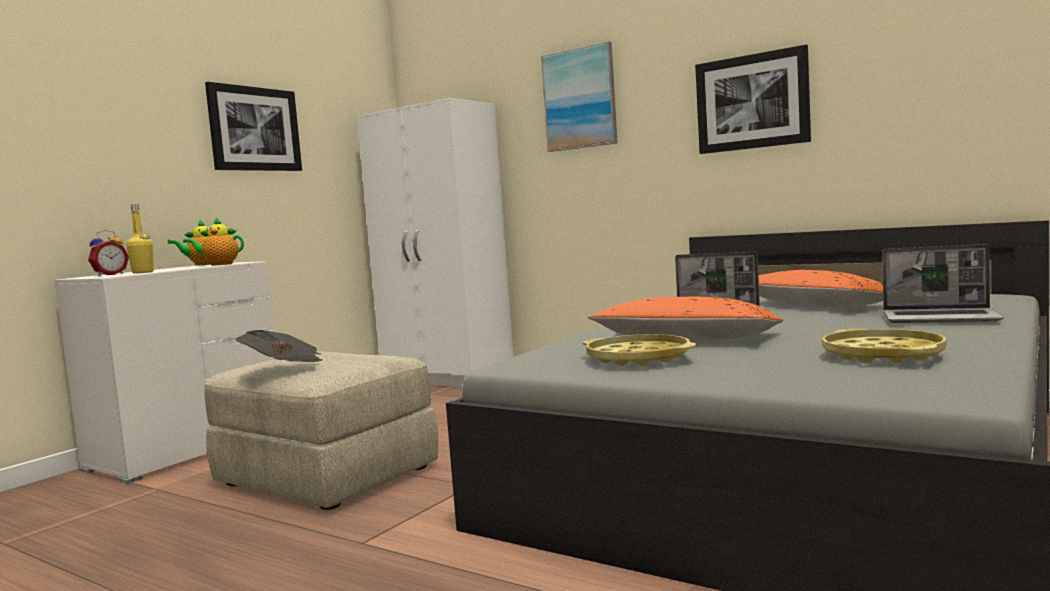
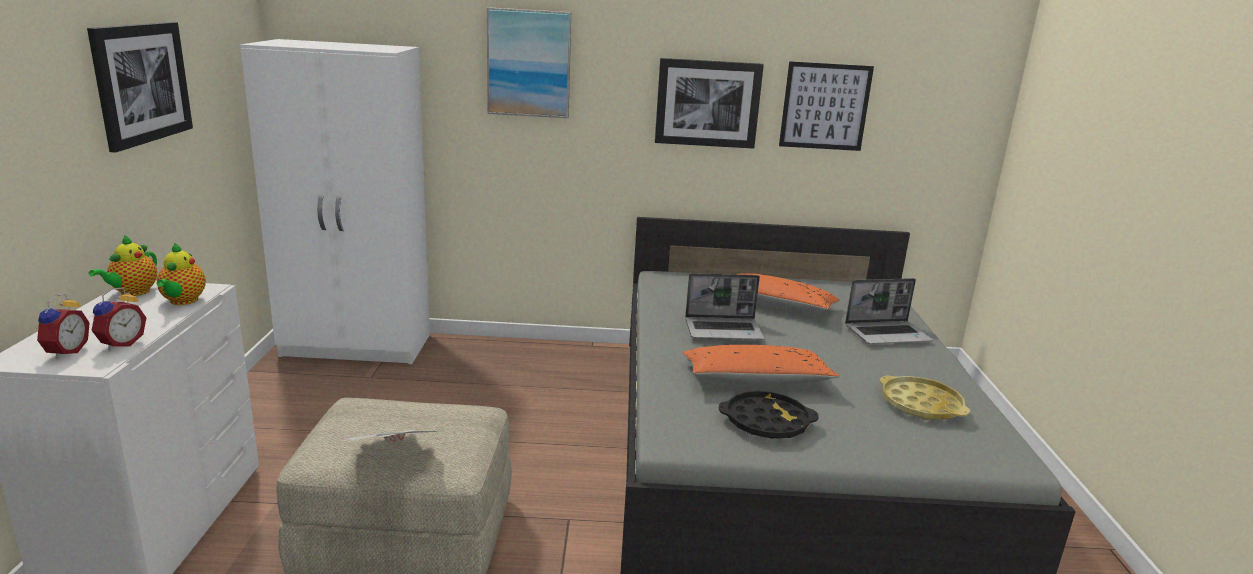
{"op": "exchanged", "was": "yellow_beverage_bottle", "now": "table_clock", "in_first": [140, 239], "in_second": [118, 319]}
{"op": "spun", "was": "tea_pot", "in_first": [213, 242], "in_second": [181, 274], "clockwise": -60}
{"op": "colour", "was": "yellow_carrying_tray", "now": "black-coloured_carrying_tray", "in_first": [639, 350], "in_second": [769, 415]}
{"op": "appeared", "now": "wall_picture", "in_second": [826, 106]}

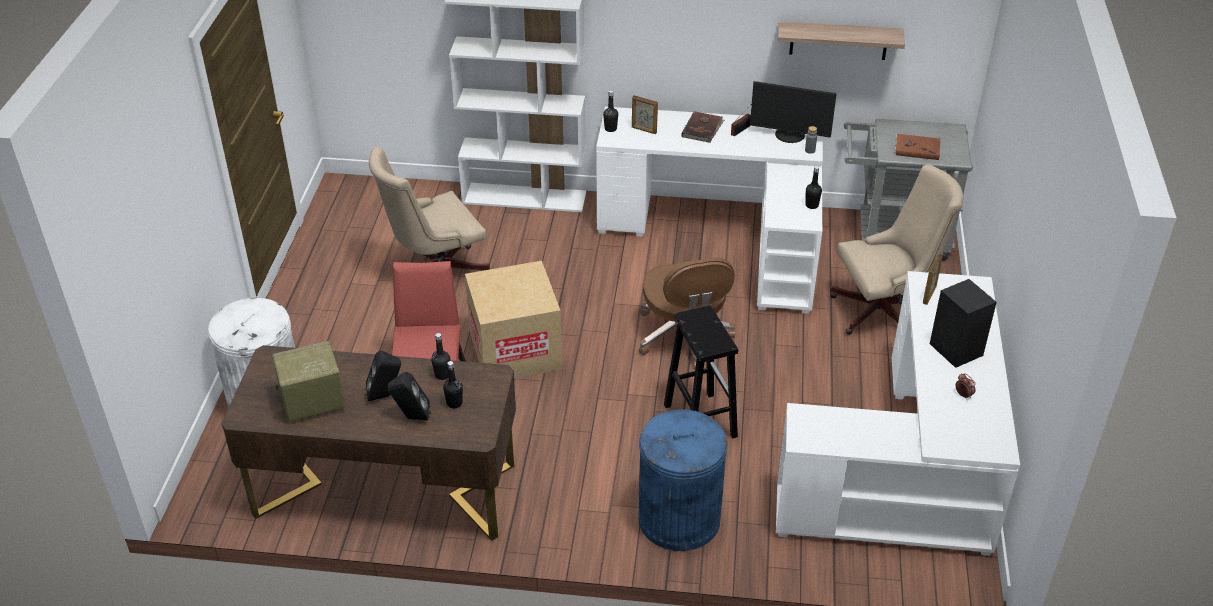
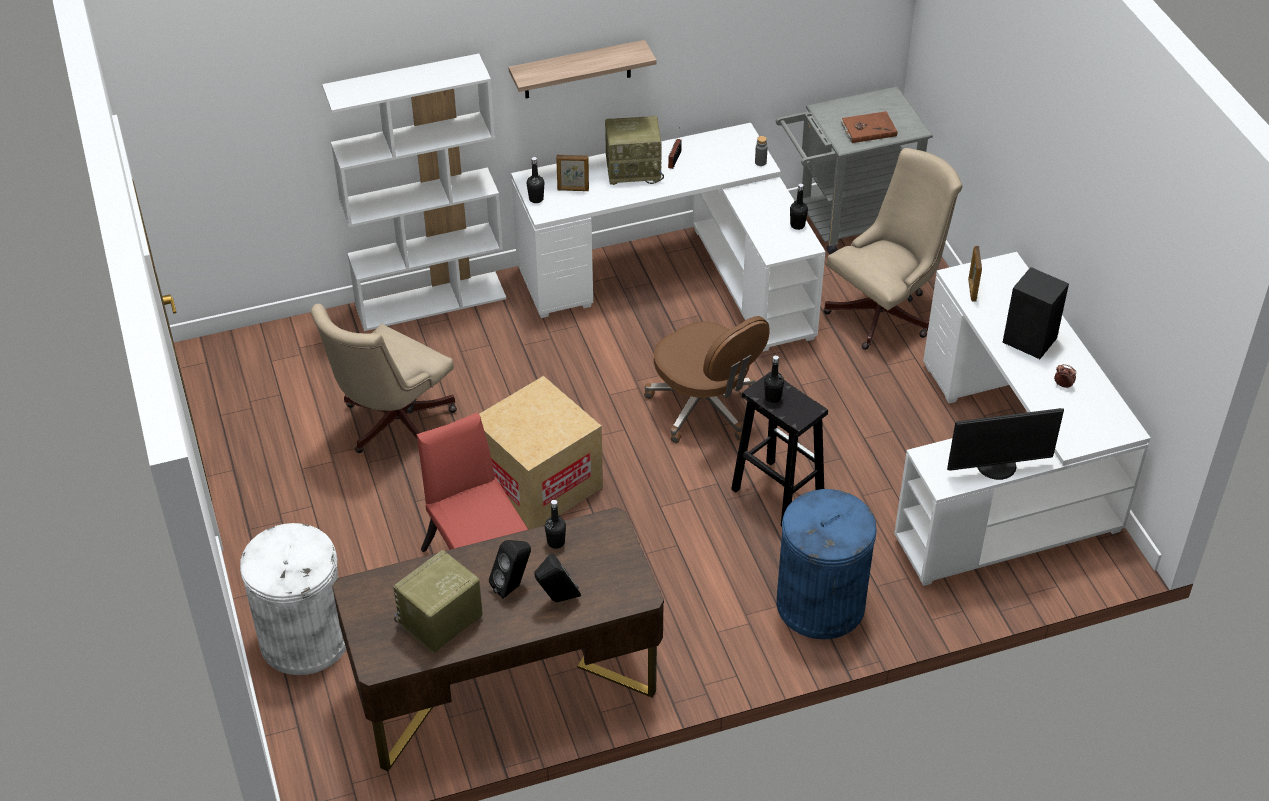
{"op": "relocated", "was": "bracket_shelf", "in_first": [841, 40], "in_second": [582, 69]}
{"op": "exchanged", "was": "brown-coloured_volume", "now": "radio", "in_first": [702, 127], "in_second": [634, 150]}
{"op": "relocated", "was": "black-coloured_beverage_bottle", "in_first": [453, 384], "in_second": [774, 379]}
{"op": "relocated", "was": "computer_display", "in_first": [793, 112], "in_second": [1005, 444]}

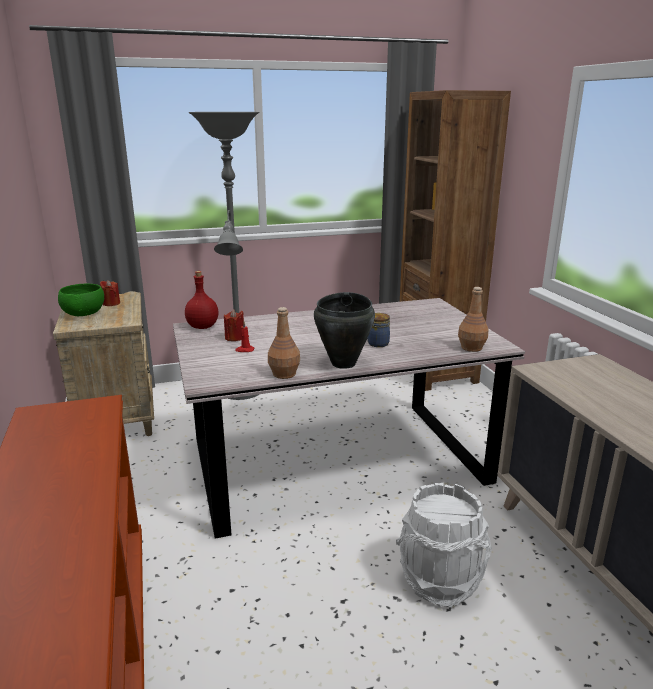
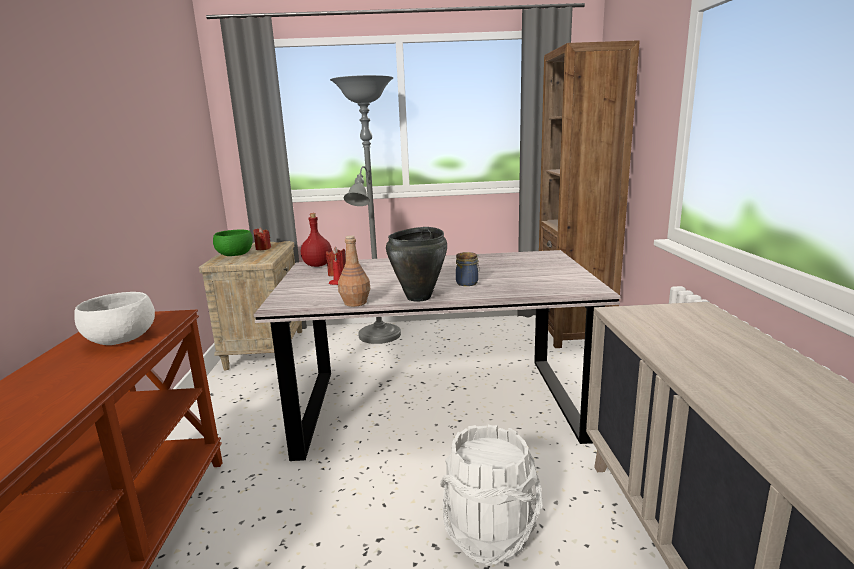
{"op": "appeared", "now": "white-coloured_deep_dish", "in_second": [114, 318]}
{"op": "missing", "was": "brown-coloured_beverage_bottle", "in_first": [473, 319]}

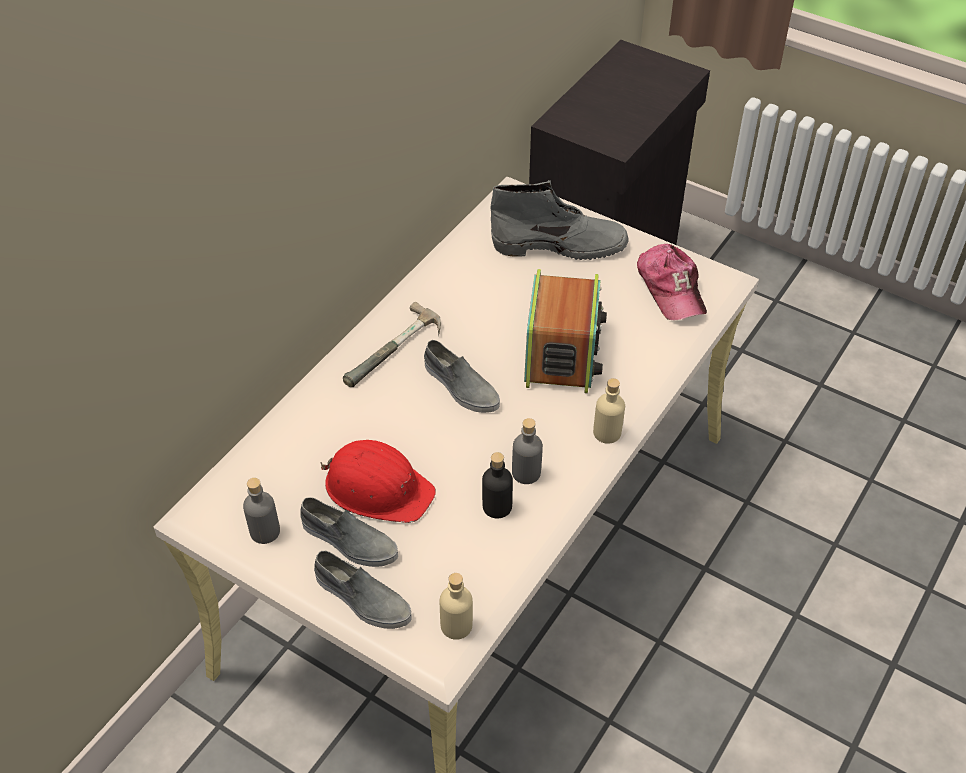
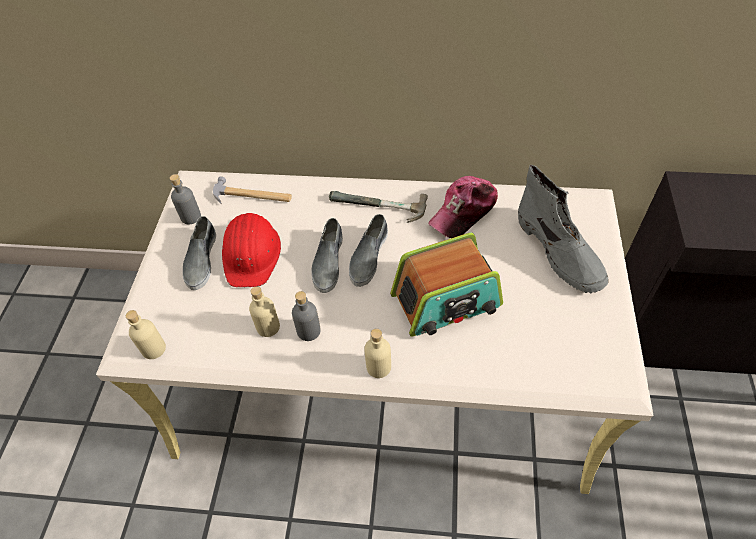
{"op": "appeared", "now": "hand_hammer", "in_second": [252, 190]}
{"op": "colour", "was": "black-coloured_beverage_bottle", "now": "sand-coloured_beverage_bottle", "in_first": [497, 485], "in_second": [264, 311]}
{"op": "relocated", "was": "greyish_shoe", "in_first": [363, 590], "in_second": [327, 255]}
{"op": "relocated", "was": "peaked_cap", "in_first": [672, 282], "in_second": [463, 207]}

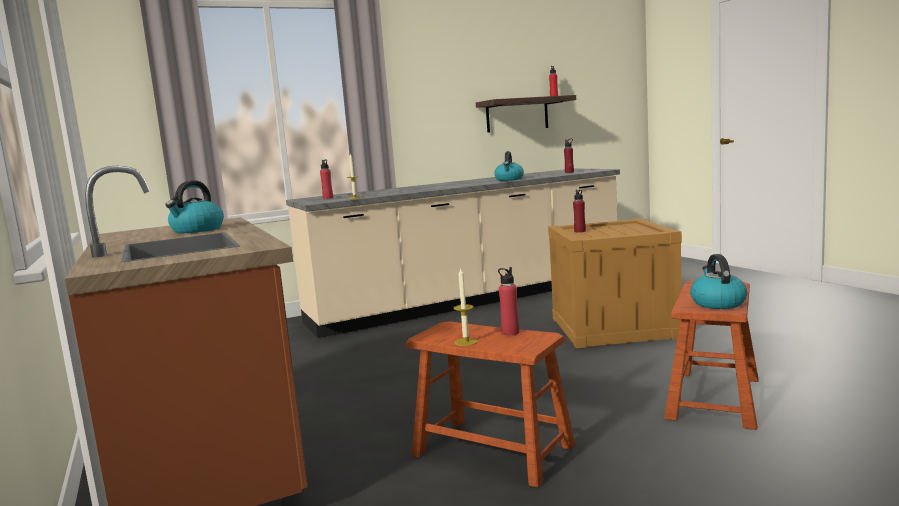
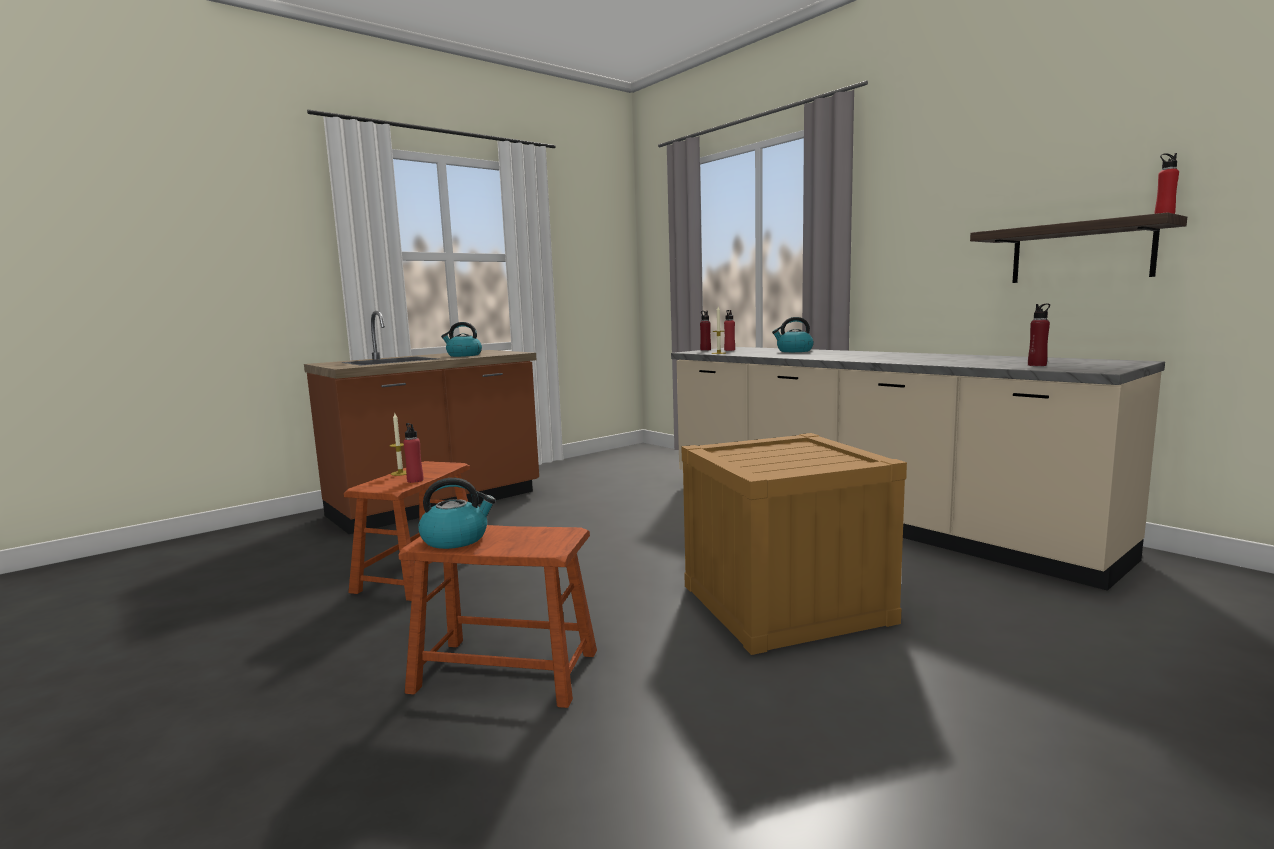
{"op": "relocated", "was": "red_beverage_bottle", "in_first": [579, 211], "in_second": [705, 331]}
{"op": "relocated", "was": "tea_kettle", "in_first": [509, 166], "in_second": [793, 334]}

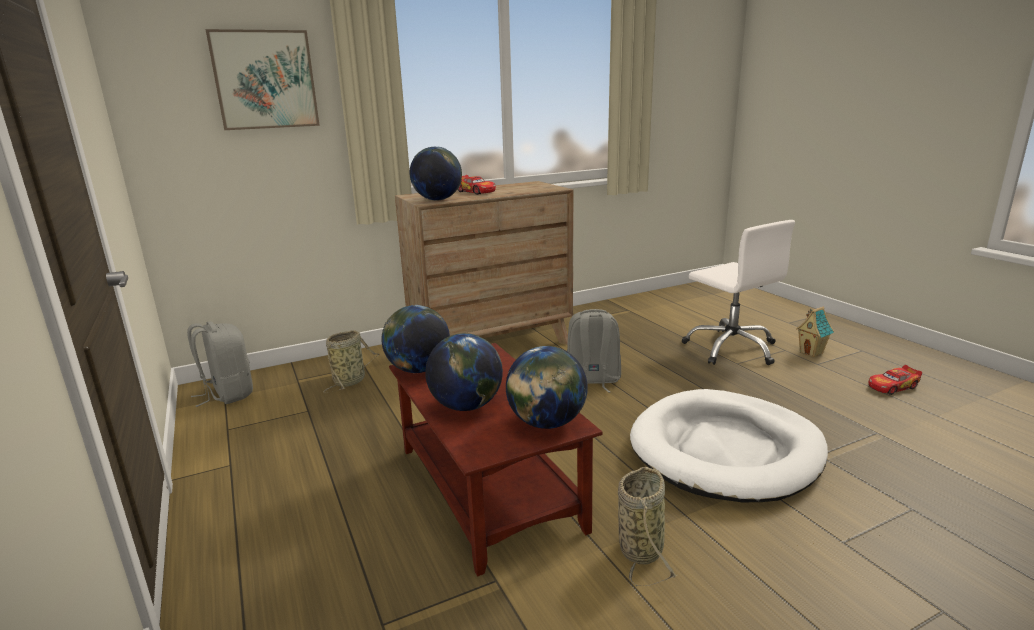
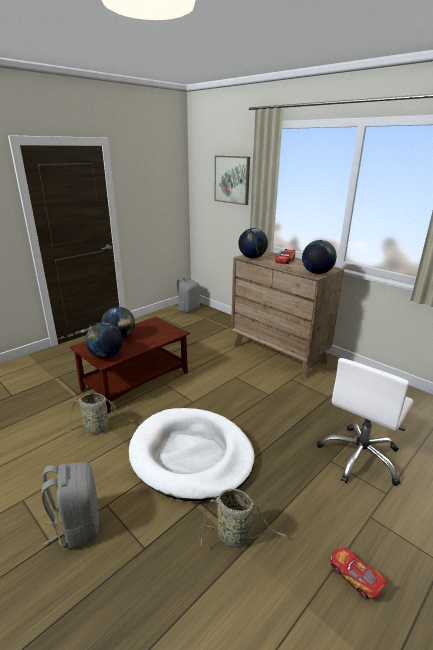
{"op": "relocated", "was": "greyish_rucksack", "in_first": [594, 351], "in_second": [70, 505]}
{"op": "relocated", "was": "household_basket", "in_first": [352, 361], "in_second": [242, 518]}
{"op": "relocated", "was": "world_globe", "in_first": [415, 339], "in_second": [319, 257]}
{"op": "missing", "was": "toy_house", "in_first": [815, 331]}

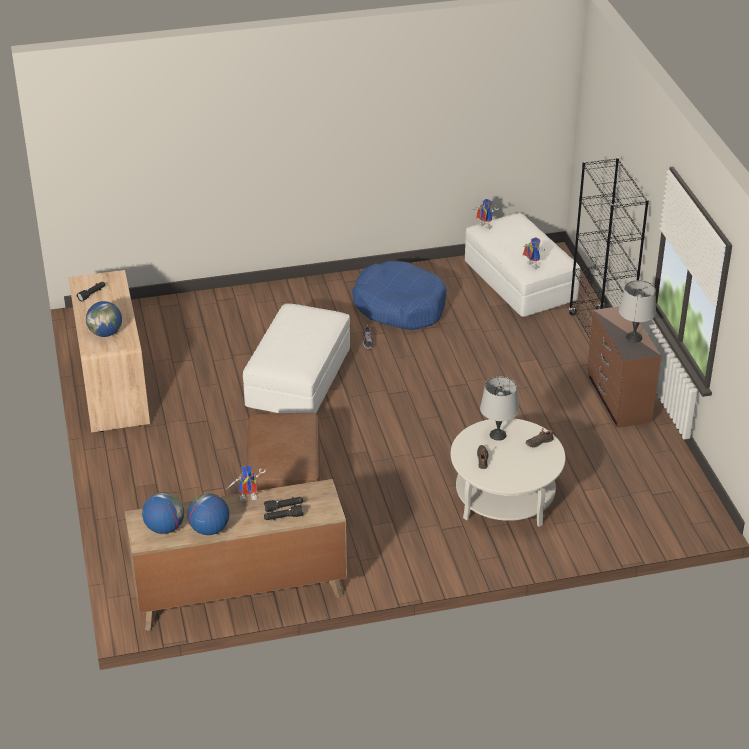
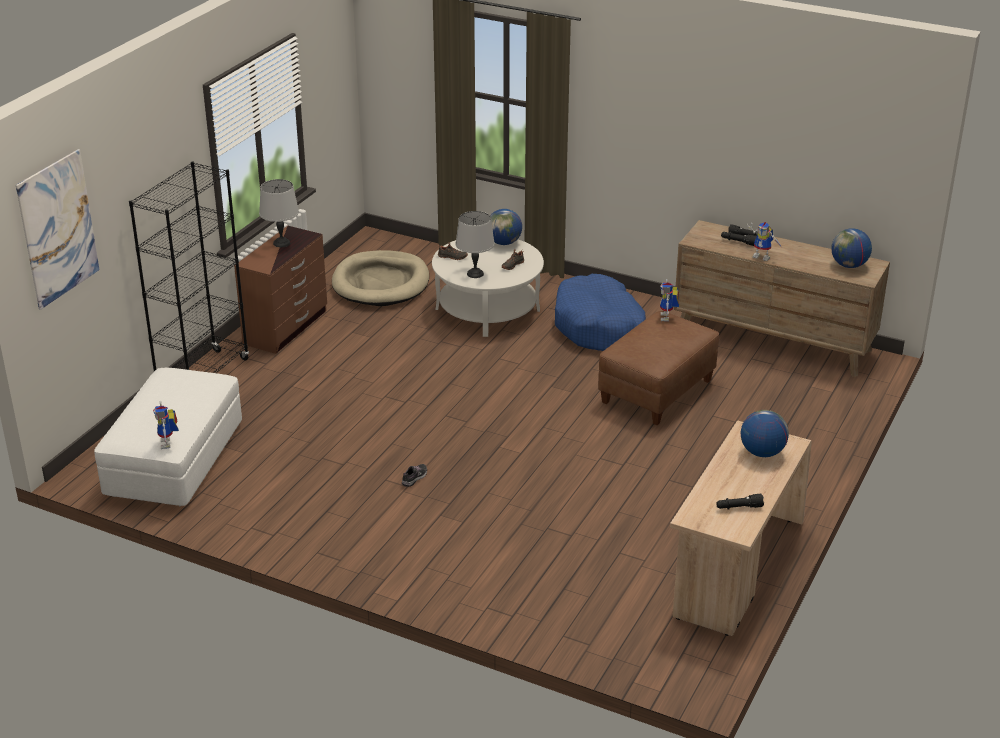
{"op": "appeared", "now": "wall_picture", "in_second": [57, 229]}
{"op": "appeared", "now": "sand-coloured_dog_cushion", "in_second": [380, 278]}
{"op": "relocated", "was": "world_globe", "in_first": [208, 514], "in_second": [506, 227]}
{"op": "relocated", "was": "bluish_dog_cushion", "in_first": [399, 295], "in_second": [600, 312]}
{"op": "relocated", "was": "robot_figure", "in_first": [534, 253], "in_second": [669, 300]}
{"op": "missing", "was": "white-coloured_footrest", "in_first": [296, 358]}

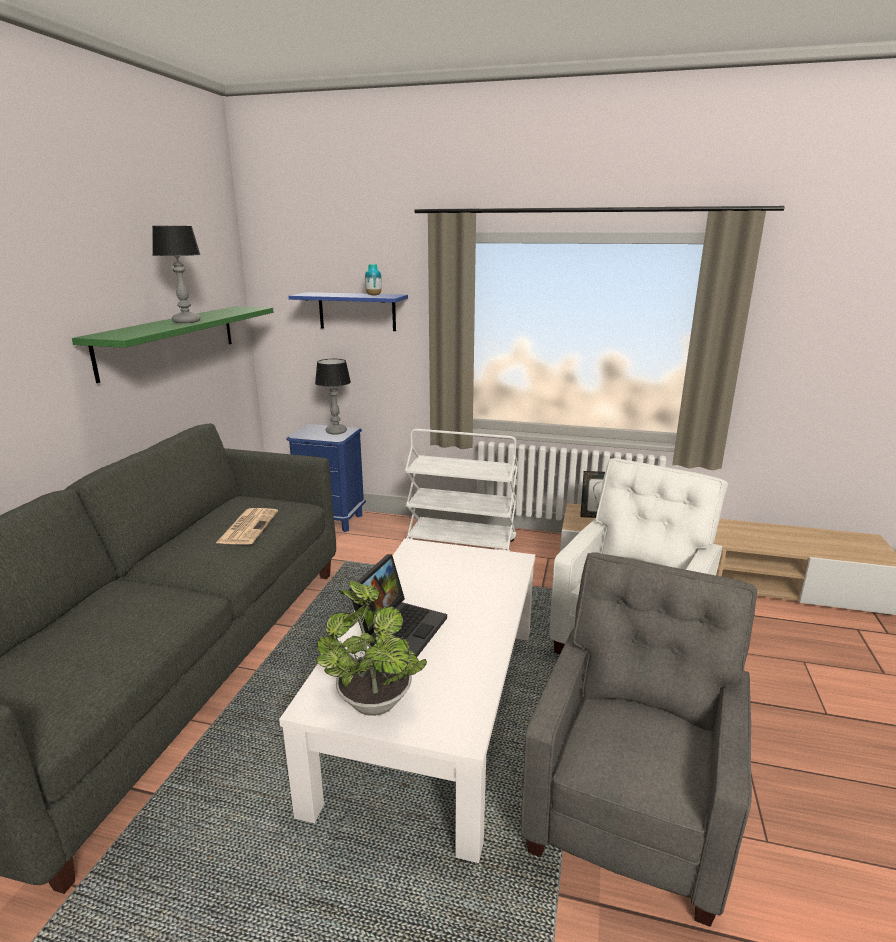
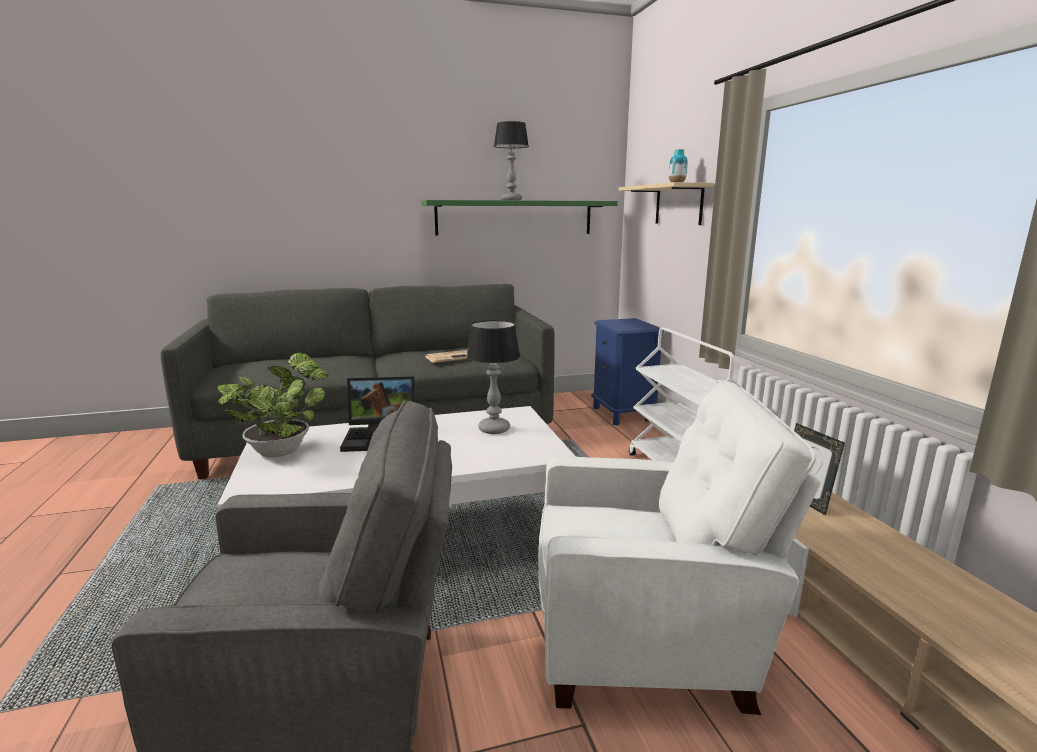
{"op": "relocated", "was": "tabletop_lamp", "in_first": [333, 397], "in_second": [493, 377]}
{"op": "colour", "was": "bluish_bracket_shelf", "now": "sand-coloured_bracket_shelf", "in_first": [348, 311], "in_second": [666, 203]}

